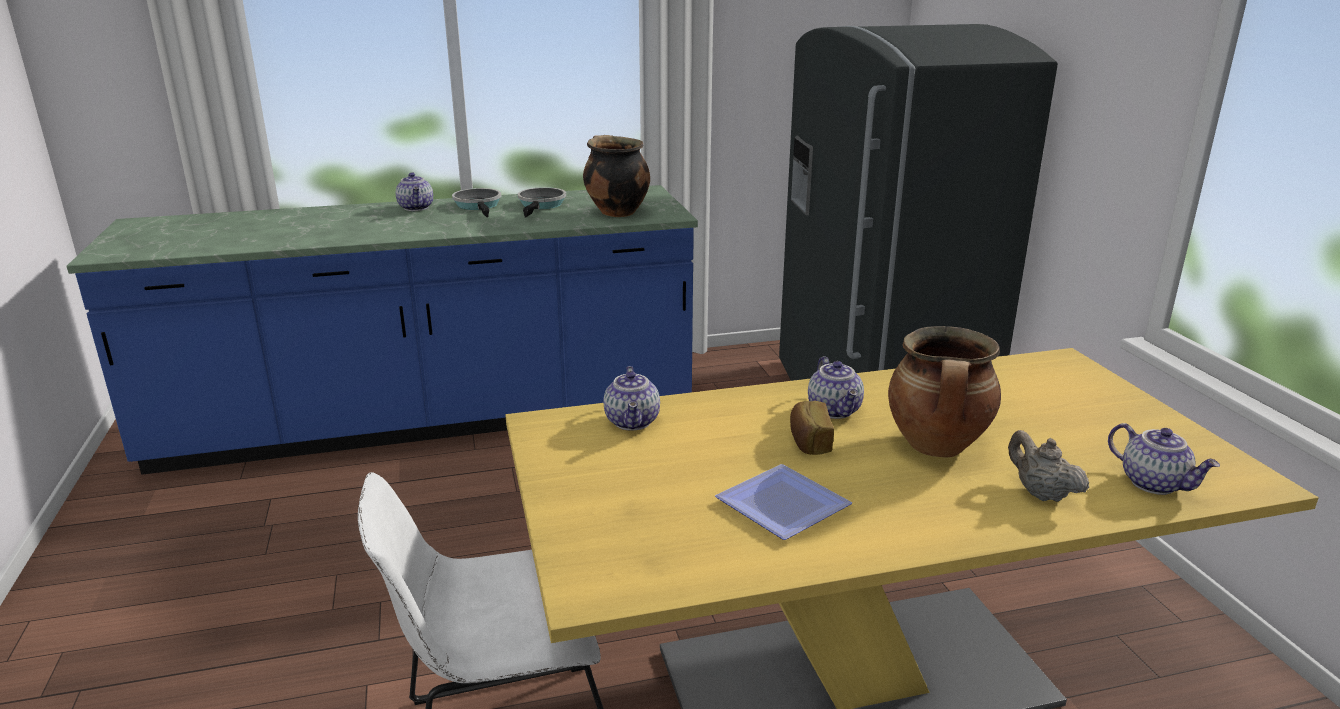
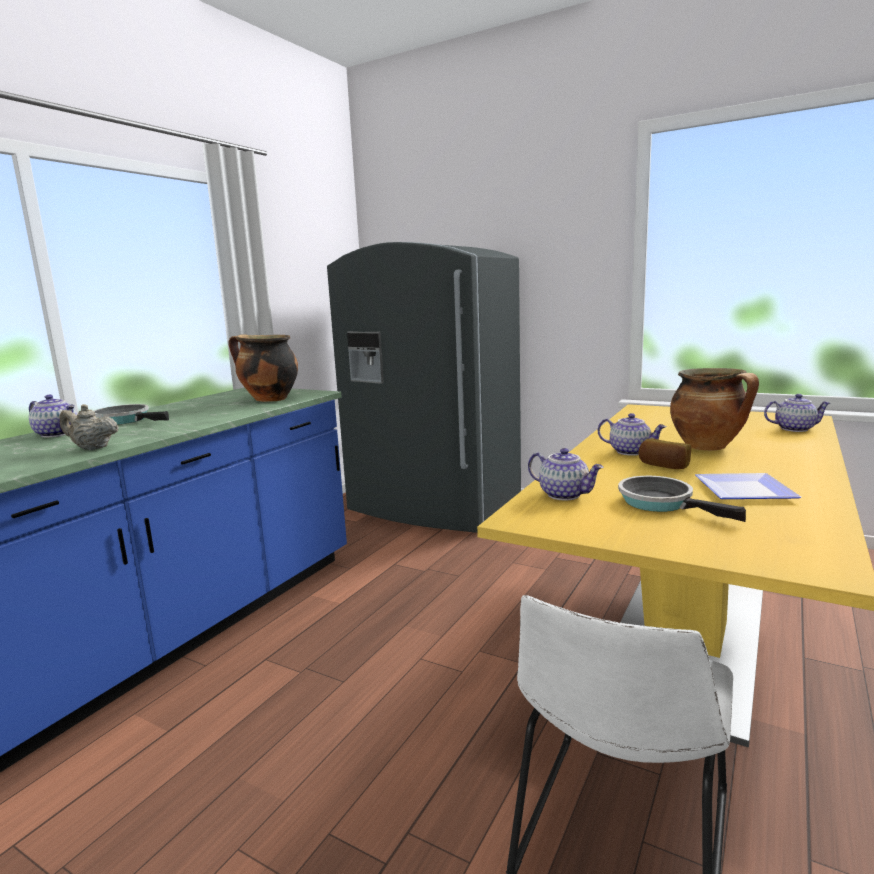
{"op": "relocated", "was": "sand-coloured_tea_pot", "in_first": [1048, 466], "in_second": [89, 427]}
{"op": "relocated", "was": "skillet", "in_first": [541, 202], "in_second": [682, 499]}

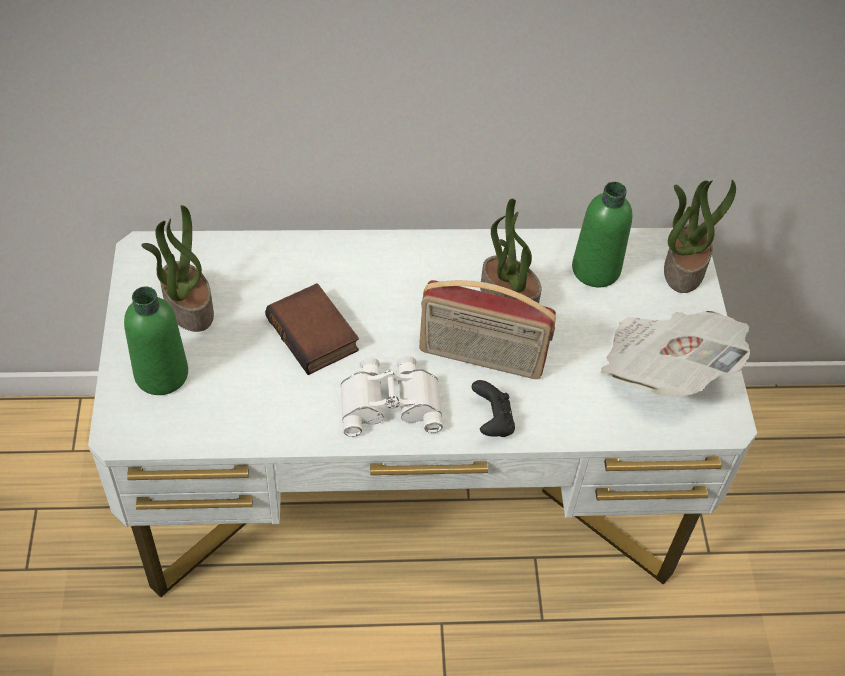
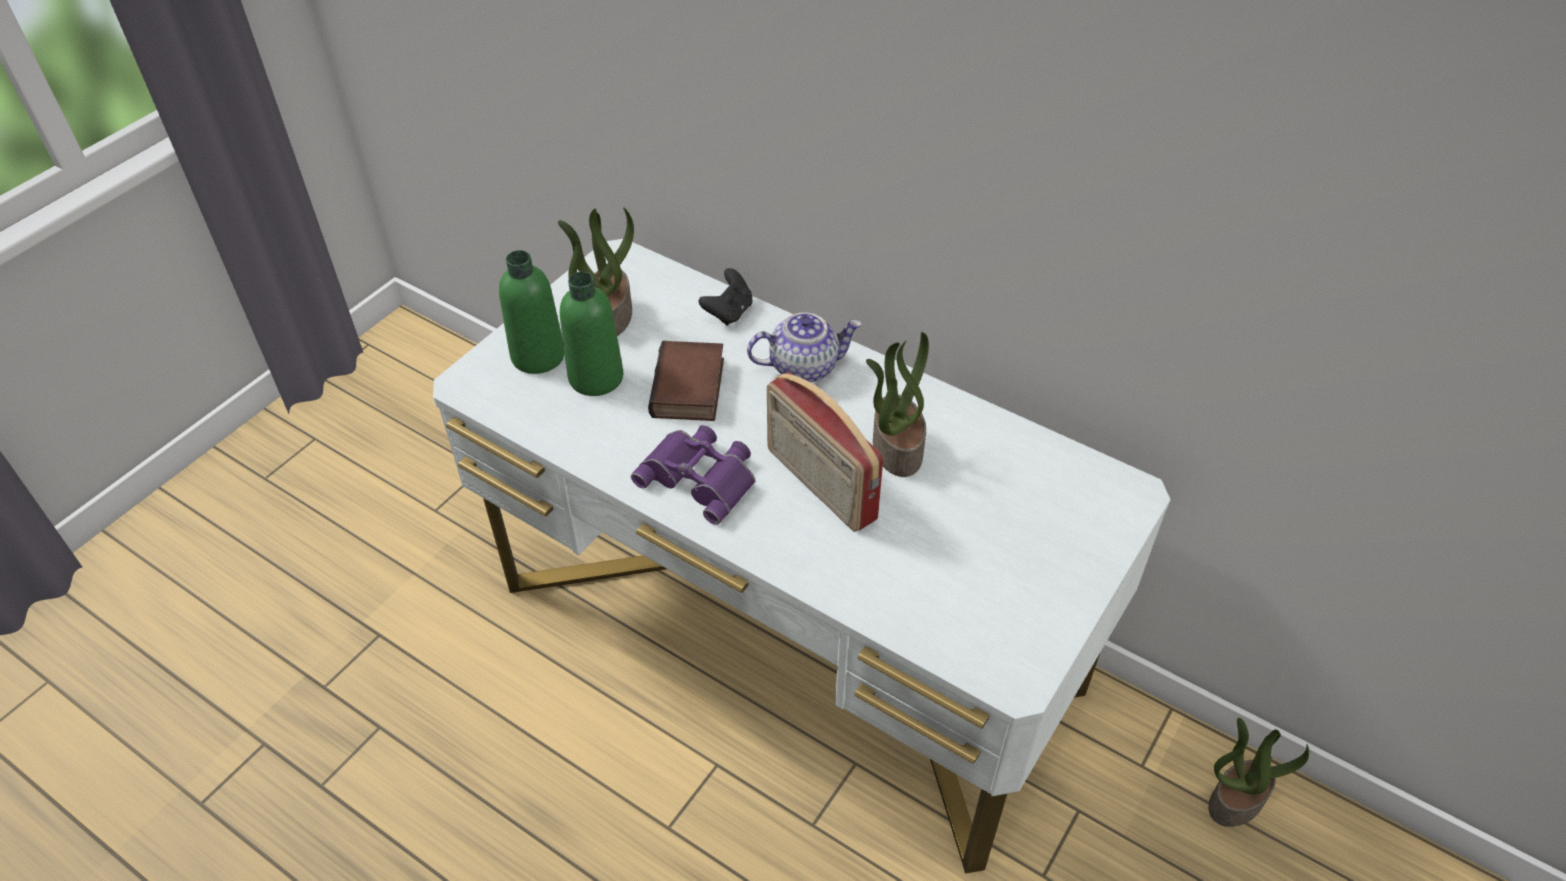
{"op": "relocated", "was": "green-coloured_beverage_bottle", "in_first": [602, 234], "in_second": [591, 334]}
{"op": "colour", "was": "white-coloured_field_glasses", "now": "purplish_field_glasses", "in_first": [392, 396], "in_second": [693, 475]}
{"op": "relocated", "was": "black-coloured_gamepad", "in_first": [493, 408], "in_second": [726, 297]}
{"op": "appeared", "now": "tea_pot", "in_second": [804, 347]}
{"op": "relocated", "was": "potted_plant", "in_first": [700, 236], "in_second": [1258, 772]}
{"op": "missing", "was": "newspaper", "in_first": [675, 354]}

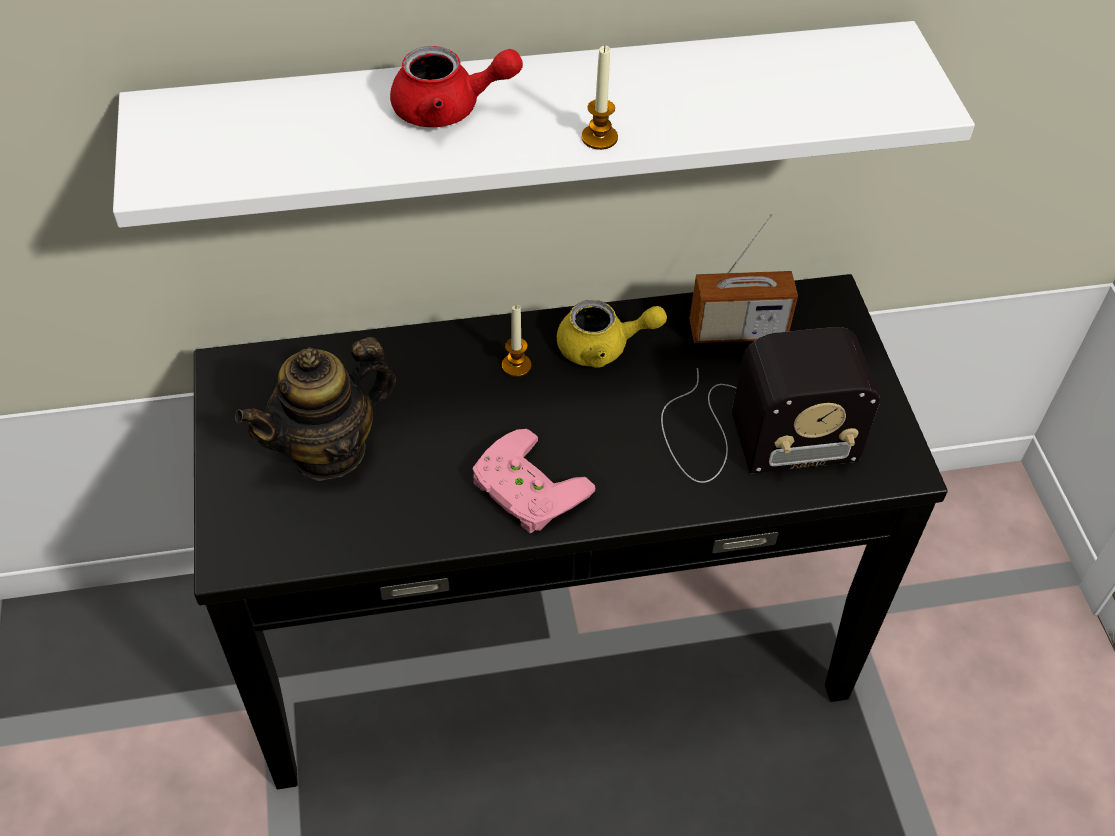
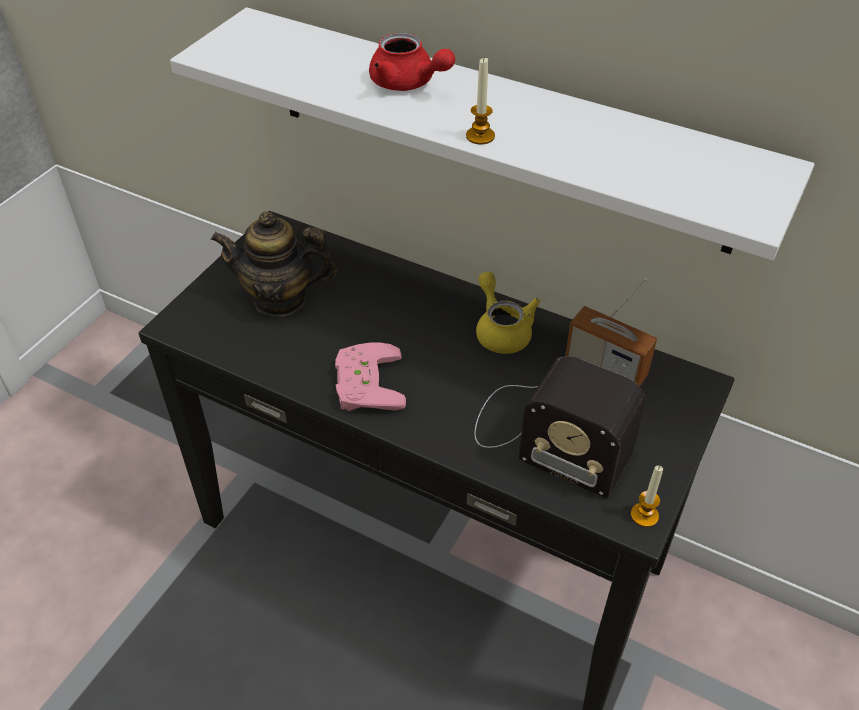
{"op": "spun", "was": "yellow_tea_pot", "in_first": [612, 334], "in_second": [508, 312], "clockwise": -150}
{"op": "relocated", "was": "candle", "in_first": [516, 341], "in_second": [647, 496]}

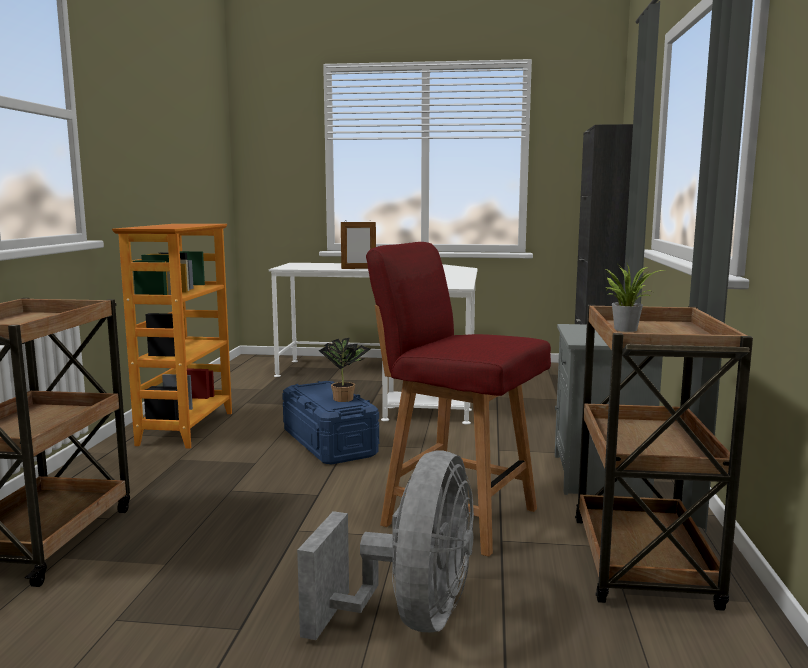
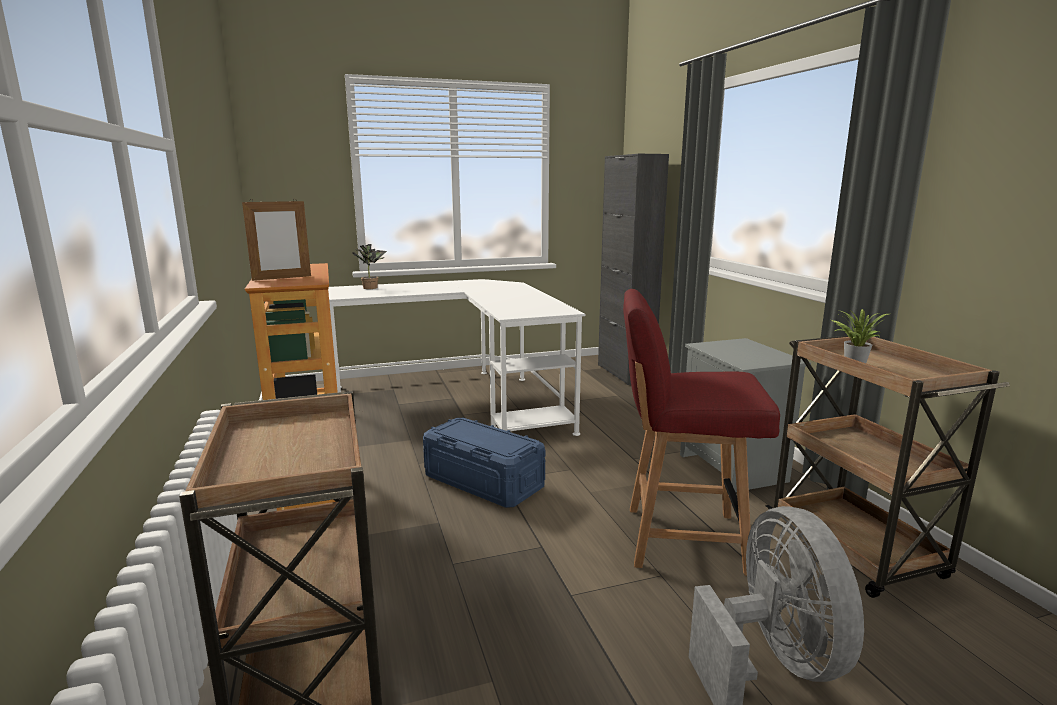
{"op": "relocated", "was": "photo_frame", "in_first": [358, 244], "in_second": [276, 240]}
{"op": "relocated", "was": "potted_plant", "in_first": [344, 370], "in_second": [369, 266]}

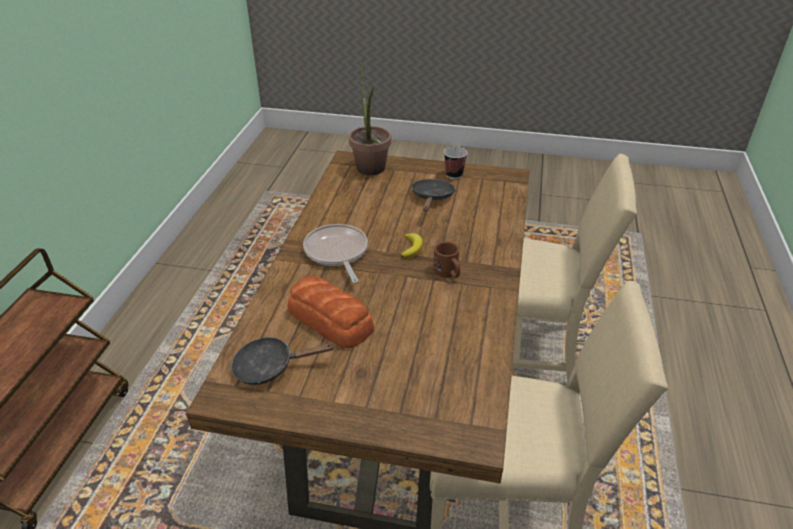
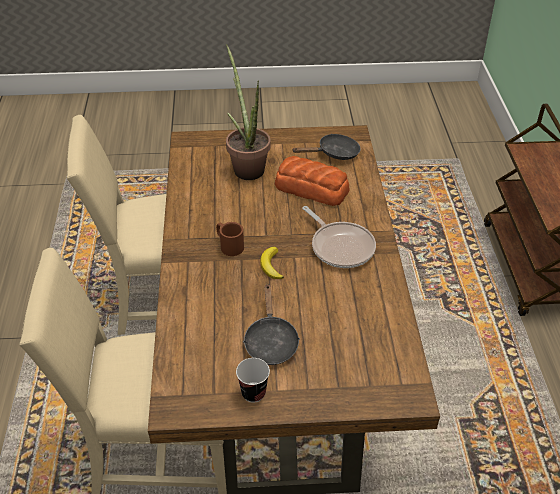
{"op": "relocated", "was": "potted_plant", "in_first": [370, 118], "in_second": [248, 112]}

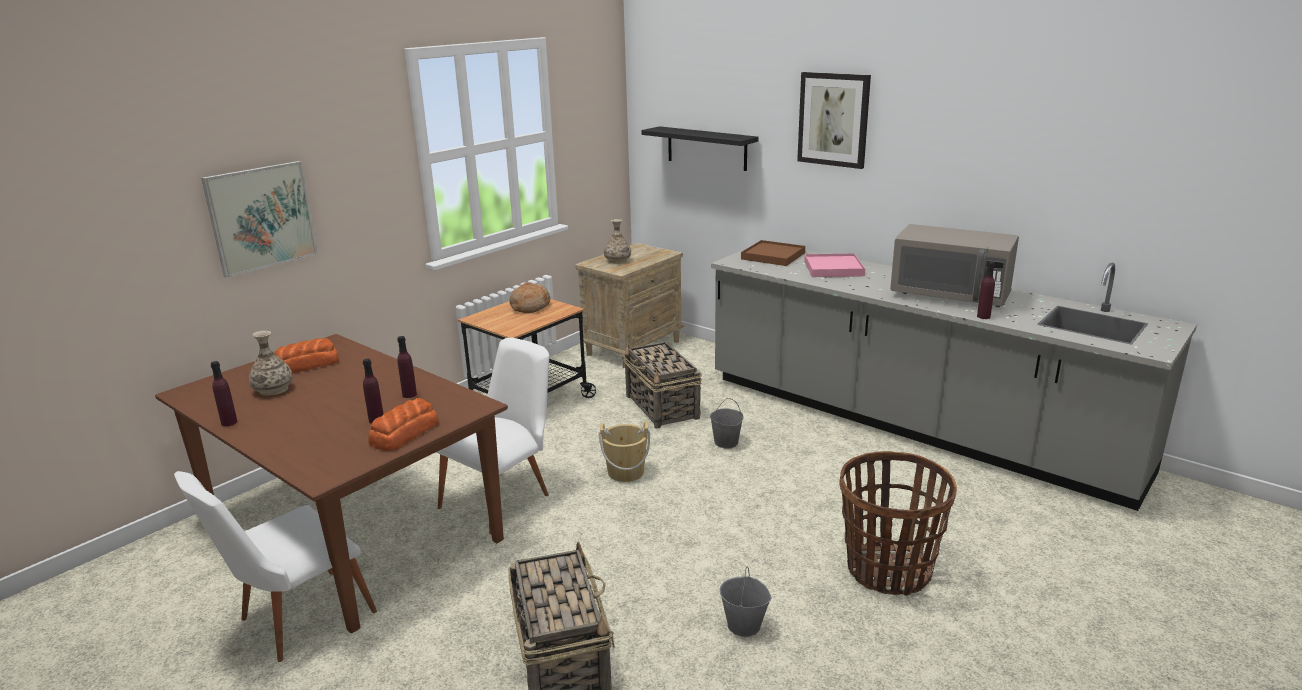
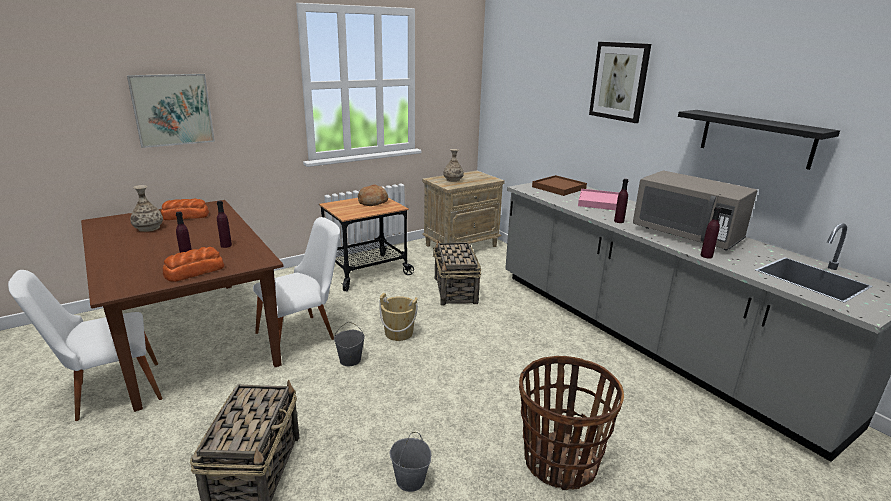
{"op": "relocated", "was": "greyish_bucket", "in_first": [726, 423], "in_second": [349, 344]}
{"op": "relocated", "was": "purplish_beverage_bottle", "in_first": [224, 393], "in_second": [621, 201]}
{"op": "relocated", "was": "black-coloured_bracket_shelf", "in_first": [700, 148], "in_second": [759, 140]}

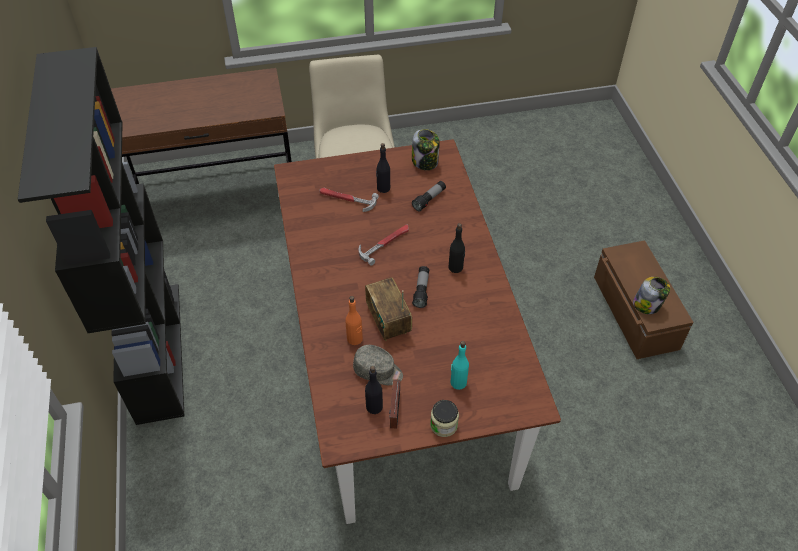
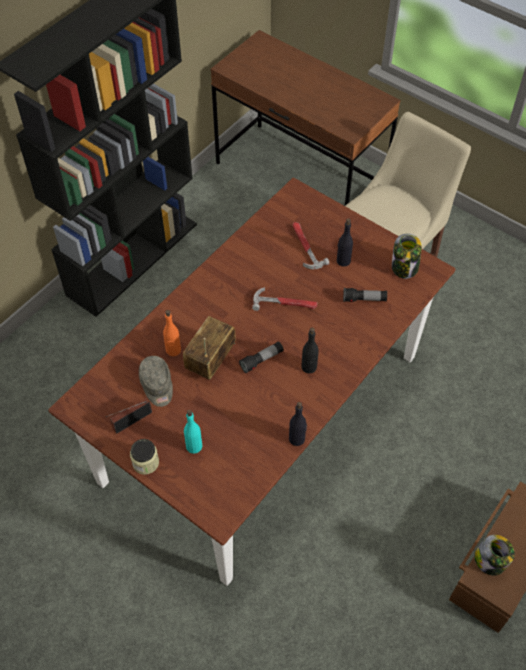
{"op": "relocated", "was": "black-coloured_beverage_bottle", "in_first": [374, 390], "in_second": [298, 424]}

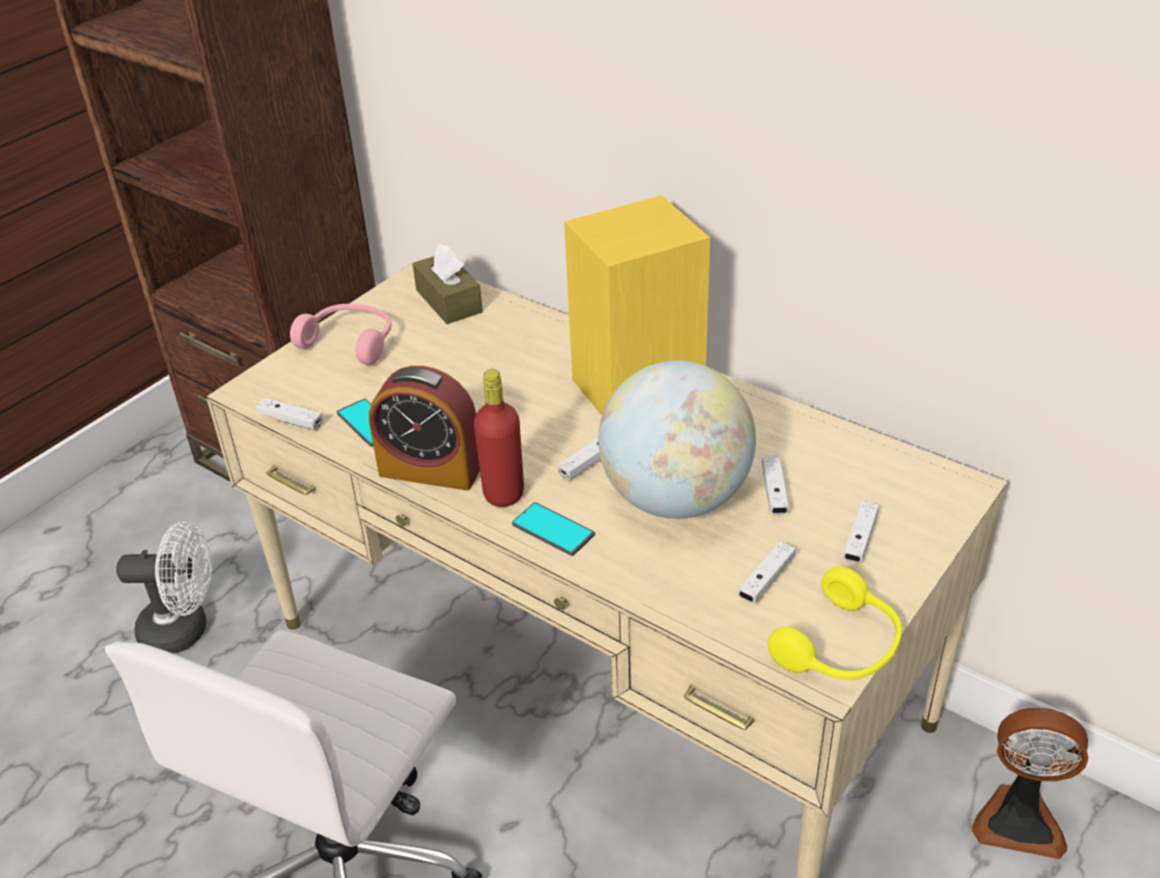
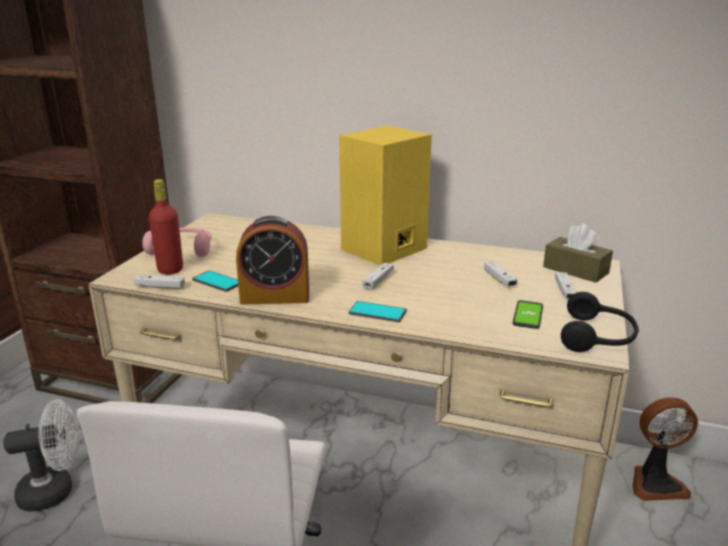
{"op": "relocated", "was": "red_beverage_bottle", "in_first": [499, 438], "in_second": [166, 226]}
{"op": "exchanged", "was": "white-coloured_gamepad", "now": "telephone", "in_first": [767, 572], "in_second": [528, 314]}
{"op": "relocated", "was": "brown-coloured_tissue_holder", "in_first": [448, 284], "in_second": [578, 253]}
{"op": "colour", "was": "yellow_headphones", "now": "black-coloured_headphones", "in_first": [835, 623], "in_second": [600, 322]}
{"op": "missing", "was": "world_globe", "in_first": [677, 440]}

